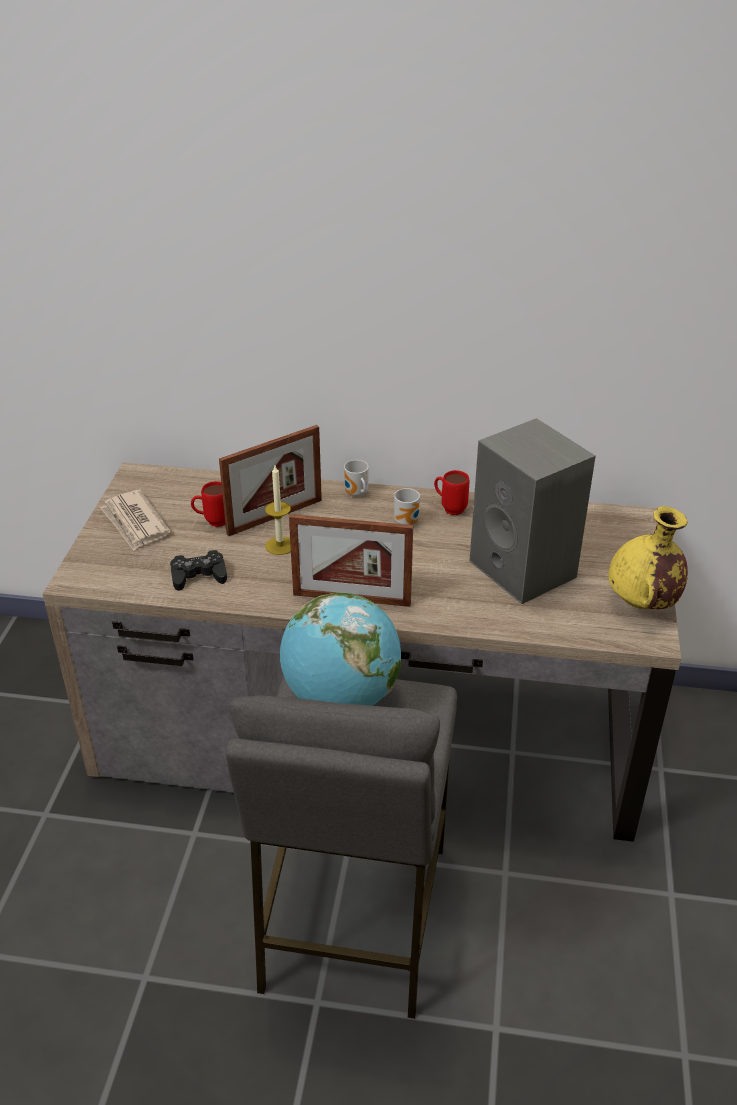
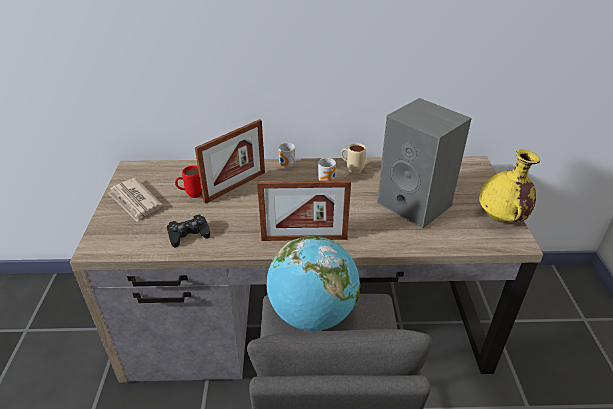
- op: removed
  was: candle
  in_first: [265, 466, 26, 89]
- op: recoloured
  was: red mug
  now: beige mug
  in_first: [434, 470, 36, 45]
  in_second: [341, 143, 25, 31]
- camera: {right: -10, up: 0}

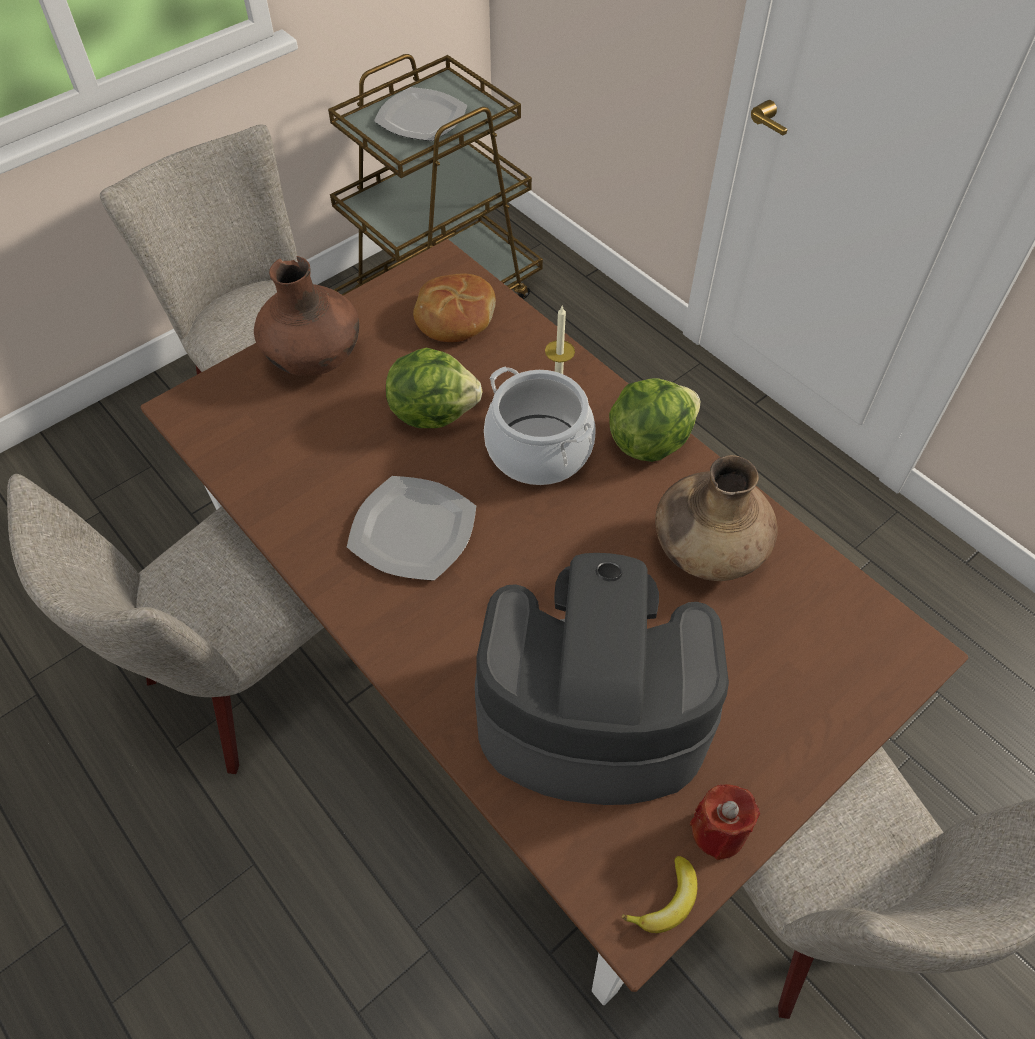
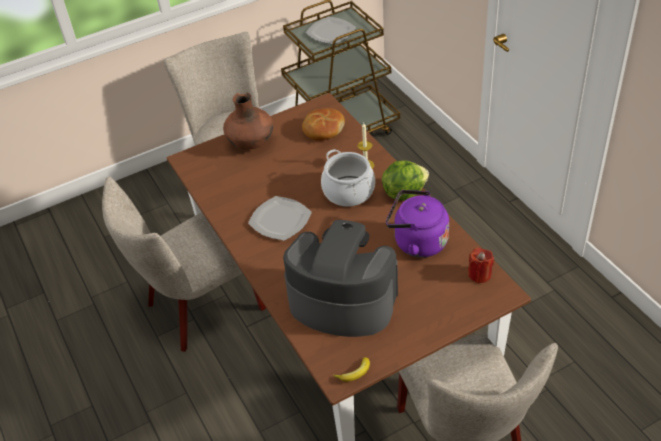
- op: removed
  was: lettuce
  in_first: [386, 347, 97, 81]
- op: replaced
  was: brown vase
  now: purple kettle
  in_first: [655, 455, 123, 126]
  in_second: [386, 190, 63, 68]
- op: moved
  was: red candle
  in_first: [690, 784, 70, 76]
  in_second: [468, 248, 26, 35]
- camera: {right: 15, up: -10}

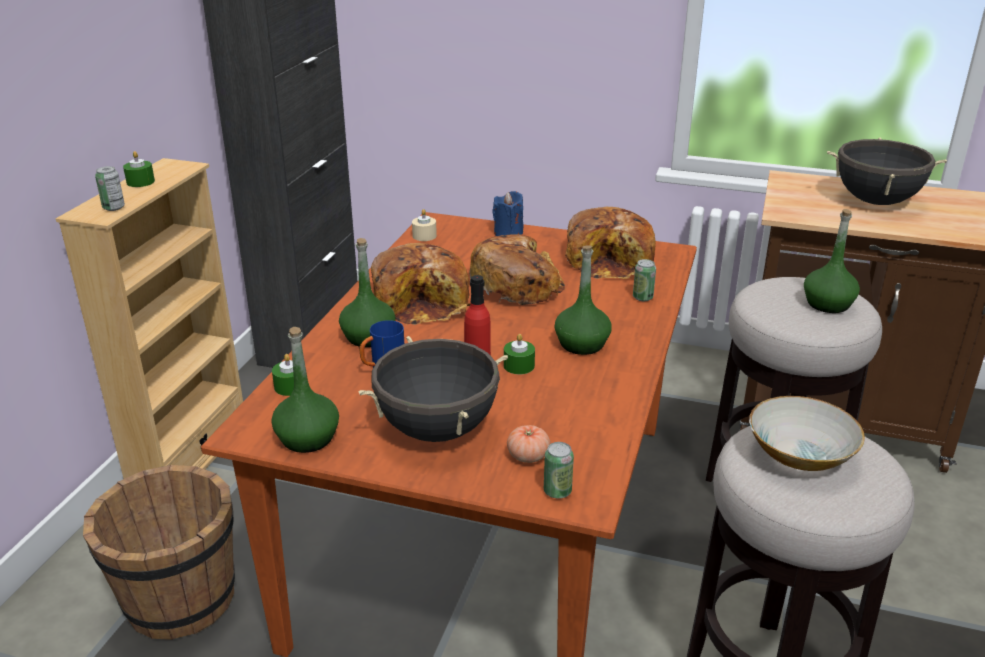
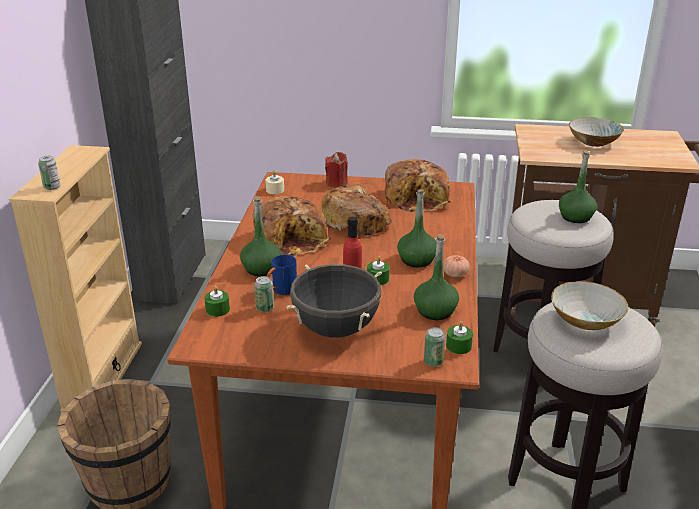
- op: replaced
  was: black cooking pot
  now: bowl
  in_first: [827, 138, 120, 67]
  in_second: [569, 117, 55, 30]
- op: moved
  was: green candle
  in_first: [123, 151, 32, 36]
  in_second: [446, 321, 27, 33]
- op: recoloured
  was: blue candle
  now: red candle
  in_first: [492, 191, 31, 45]
  in_second: [325, 152, 23, 35]
- op: moved
  was: can
  in_first: [633, 259, 23, 42]
  in_second: [255, 276, 19, 36]
- op: moved
  was: green bottle
  in_first: [271, 327, 68, 126]
  in_second: [414, 234, 45, 86]
- op: moved
  was: tomato
  in_first: [507, 425, 44, 38]
  in_second: [443, 255, 27, 22]
- camera: {right: -10, up: 0}

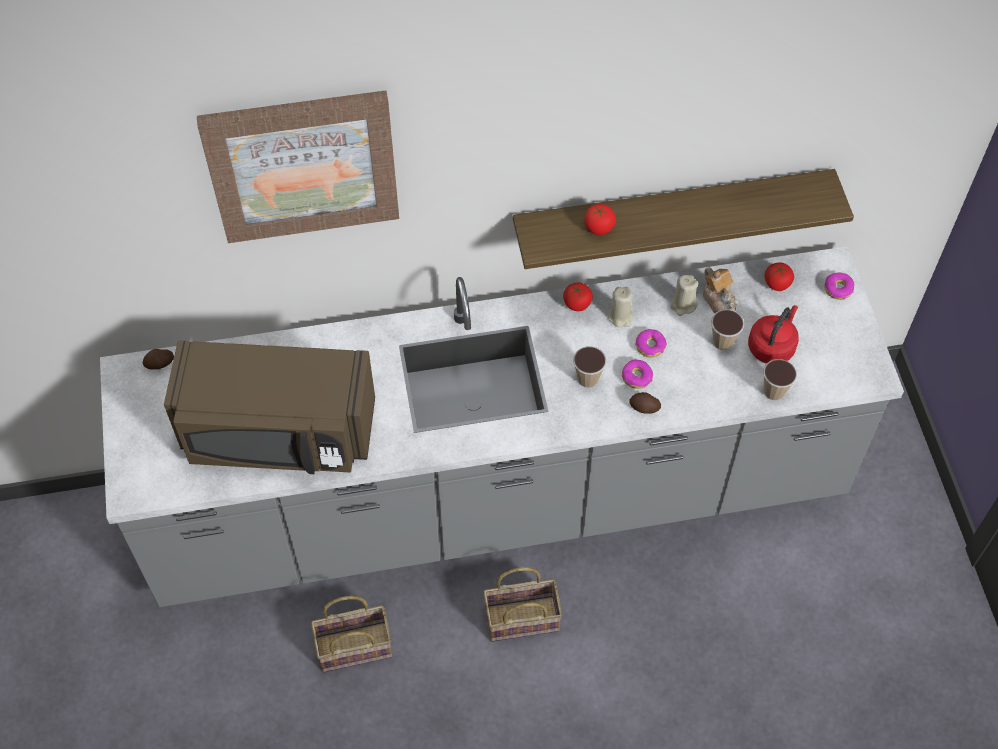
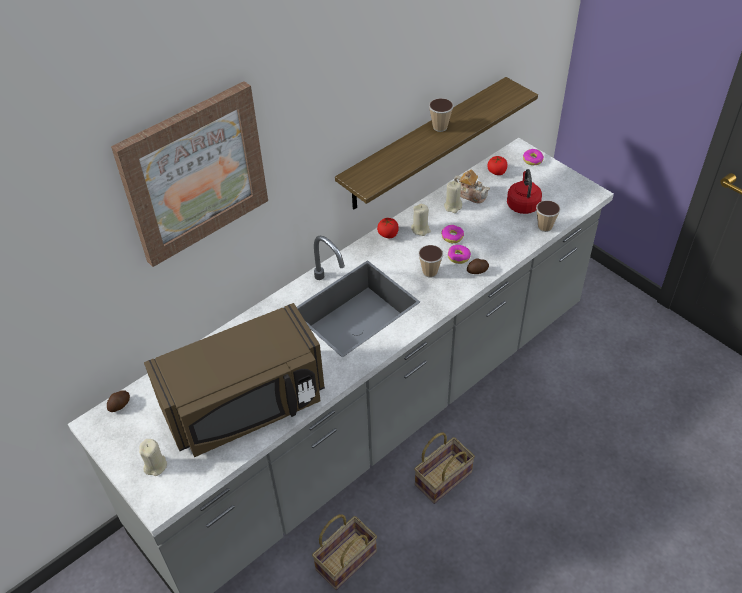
- op: removed
  was: tomato
  in_first: [584, 204, 32, 31]
- op: moved
  was: cup
  in_first: [711, 310, 33, 41]
  in_second: [429, 98, 25, 34]
- op: added
  now: beige candle
  in_second: [139, 439, 28, 37]
- camera: {right: -30, up: -10}

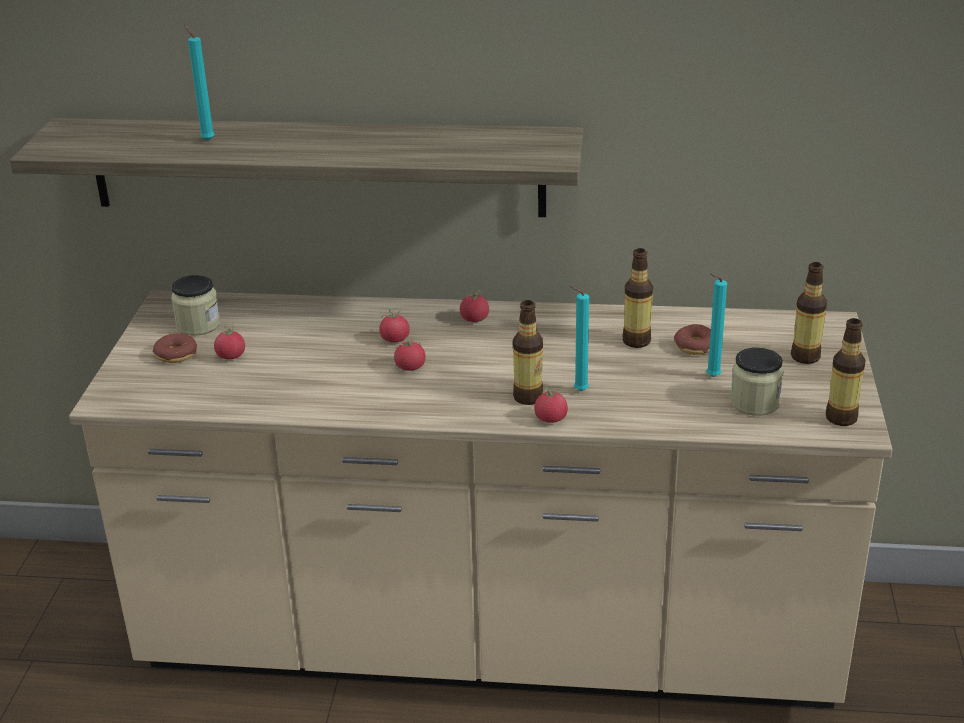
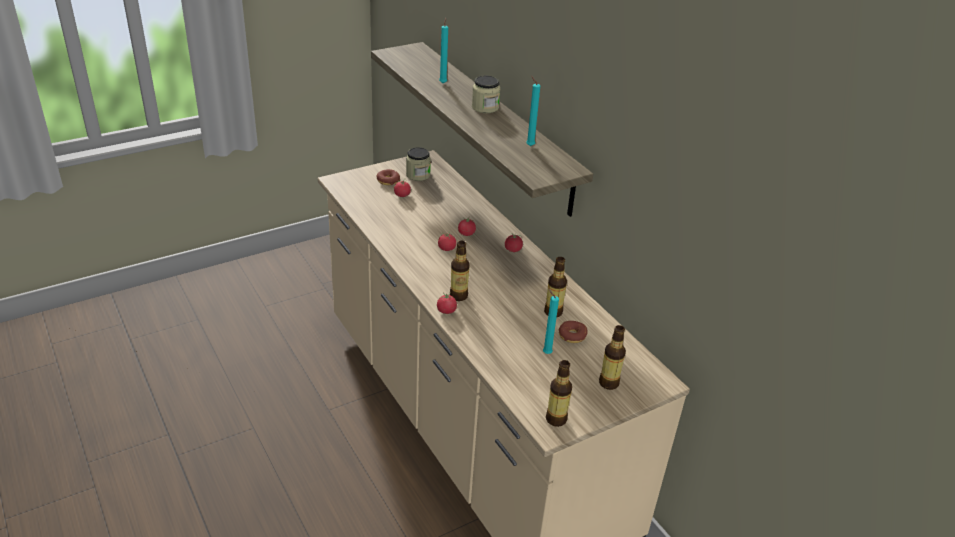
- op: moved
  was: turquoise candle
  in_first: [570, 286, 19, 105]
  in_second: [526, 76, 14, 70]
- op: moved
  was: jar
  in_first: [730, 348, 54, 68]
  in_second: [472, 76, 28, 37]
- camera: {right: 50, up: 5}

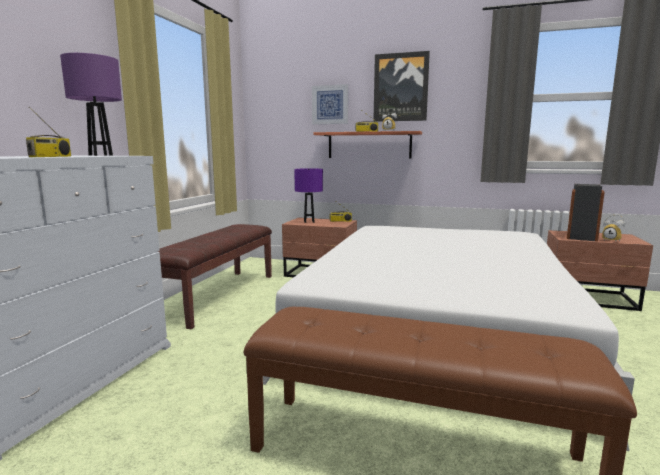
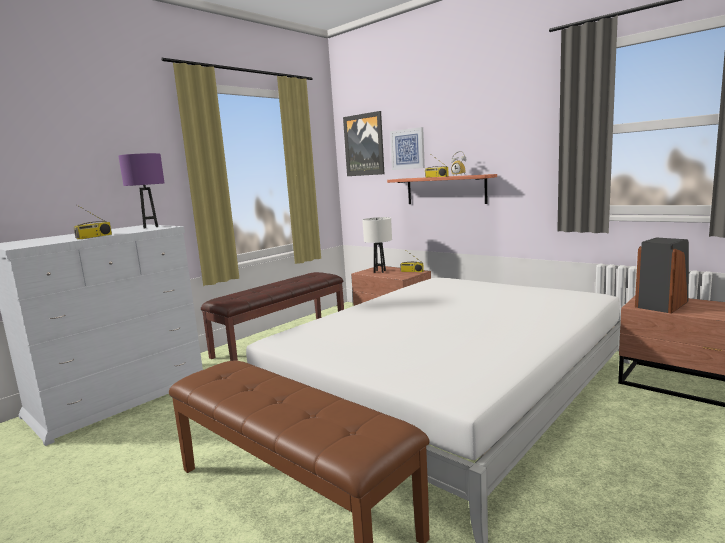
- op: moved
  was: picture
  in_first: [373, 51, 57, 71]
  in_second: [343, 111, 41, 65]
- op: recoloured
  was: purple table lamp
  now: white table lamp
  in_first: [294, 168, 29, 55]
  in_second: [362, 217, 30, 56]
- op: removed
  was: alarm clock
  in_first: [602, 214, 23, 28]
- camera: {right: 25, up: 0}

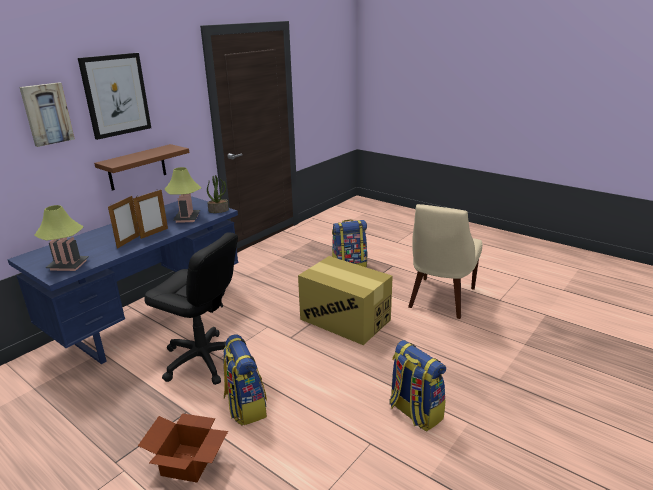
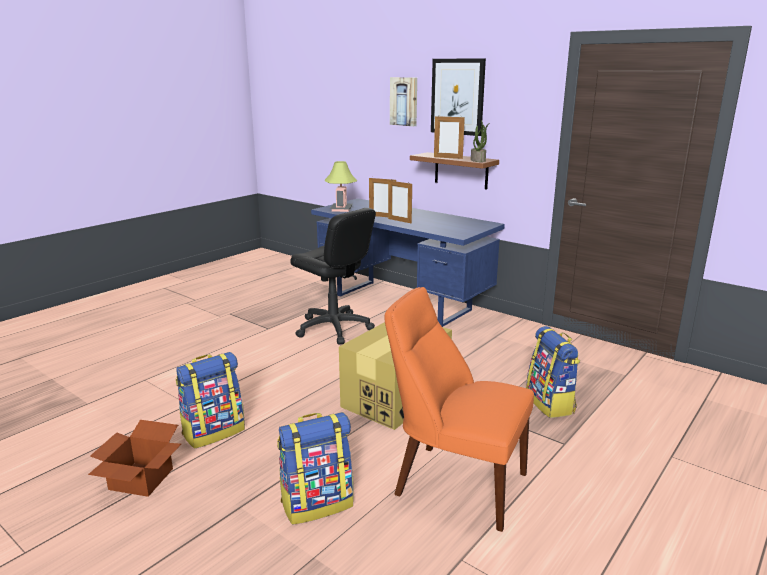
- op: removed
  was: table lamp
  in_first: [165, 167, 36, 56]
- op: moved
  was: potted plant
  in_first: [207, 175, 22, 38]
  in_second: [471, 120, 19, 42]
- op: recoloured
  was: beige chair
  now: orange chair
  in_first: [408, 204, 74, 115]
  in_second: [384, 287, 150, 245]
- op: turned
  was: black office chair
  in_first: [144, 232, 94, 153]
  in_second: [290, 208, 86, 137]
  clockwise: -75
- op: moved
  was: backpack
  in_first: [223, 334, 44, 91]
  in_second: [278, 412, 75, 113]
- op: moved
  was: cardboard box
  in_first: [138, 413, 90, 69]
  in_second: [88, 420, 93, 77]
- op: added
  now: picture frame
  in_second: [434, 116, 31, 43]
- camera: {right: 90, up: -5}

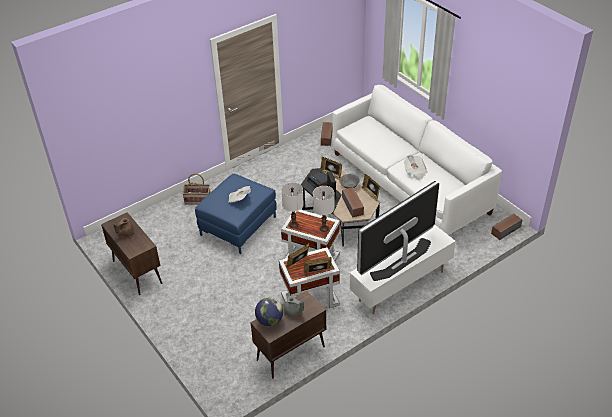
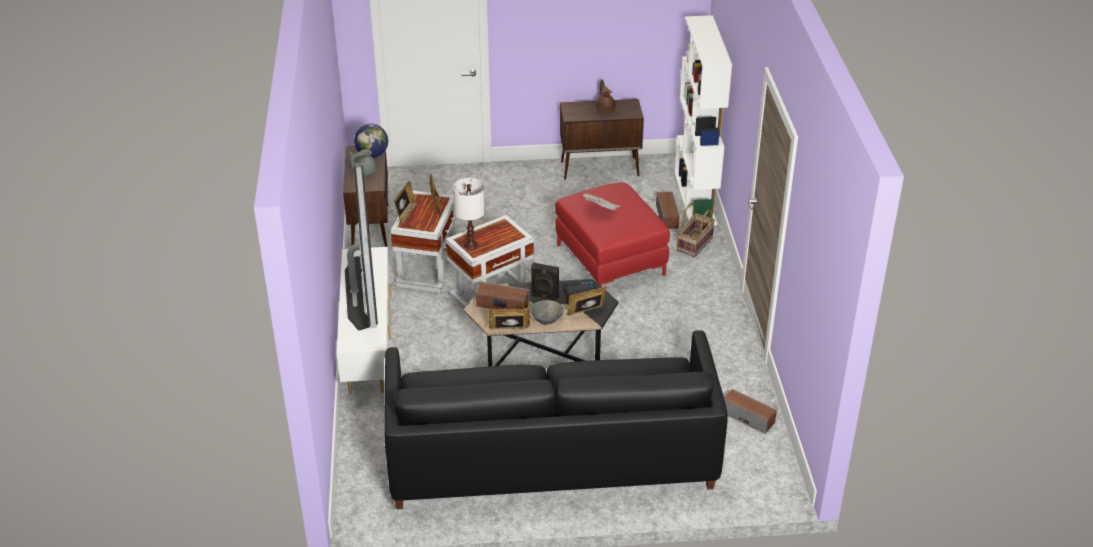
- op: recoloured
  was: white sofa
  now: black sofa
  in_first: [332, 85, 170, 150]
  in_second: [384, 330, 344, 179]
- op: removed
  was: newspaper
  in_first: [404, 155, 24, 25]
- op: recoloured
  was: blue ottoman
  now: red ottoman
  in_first: [195, 174, 82, 80]
  in_second: [555, 182, 115, 105]
- op: removed
  was: white table lamp
  in_first: [281, 182, 23, 46]
- op: moved
  was: speaker
  in_first: [491, 214, 32, 26]
  in_second: [656, 192, 23, 37]
- op: added
  now: white bookcase
  in_second: [674, 15, 58, 211]
- camera: {right: 120, up: -5}

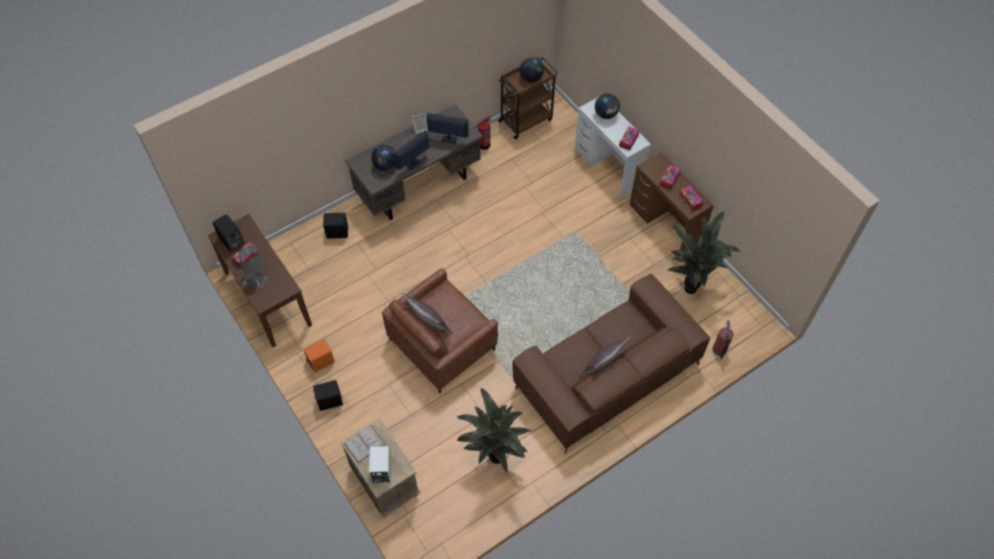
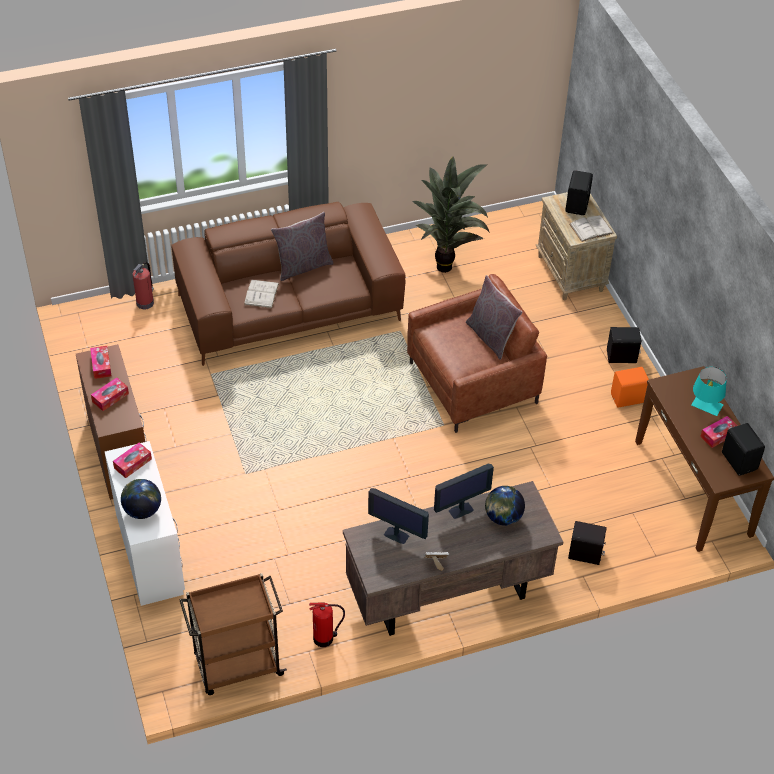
- op: removed
  was: globe
  in_first: [520, 57, 24, 25]
- op: removed
  was: potted plant
  in_first: [668, 211, 73, 83]
- op: recoloured
  was: grey table lamp
  now: turquoise table lamp
  in_first: [239, 246, 28, 42]
  in_second: [691, 367, 36, 49]
- op: recoloured
  was: white speaker
  now: black speaker
  in_first: [369, 446, 22, 37]
  in_second: [565, 170, 28, 45]
- op: added
  now: white book
  in_second: [244, 280, 35, 28]
- camera: {right: -165, up: -10}

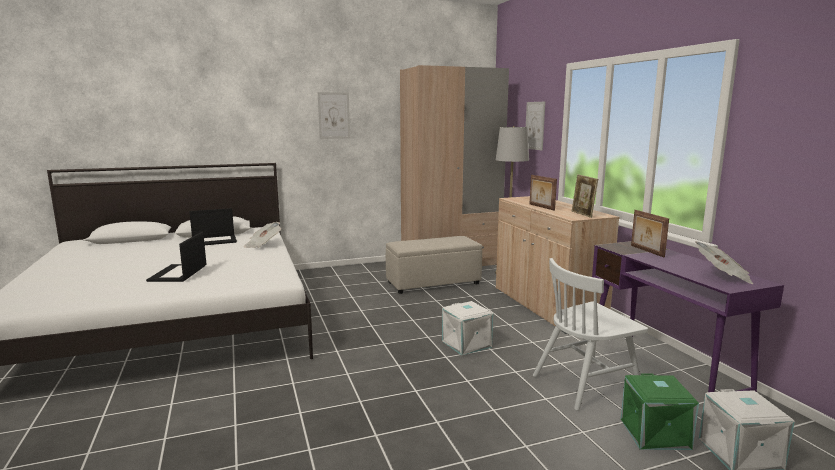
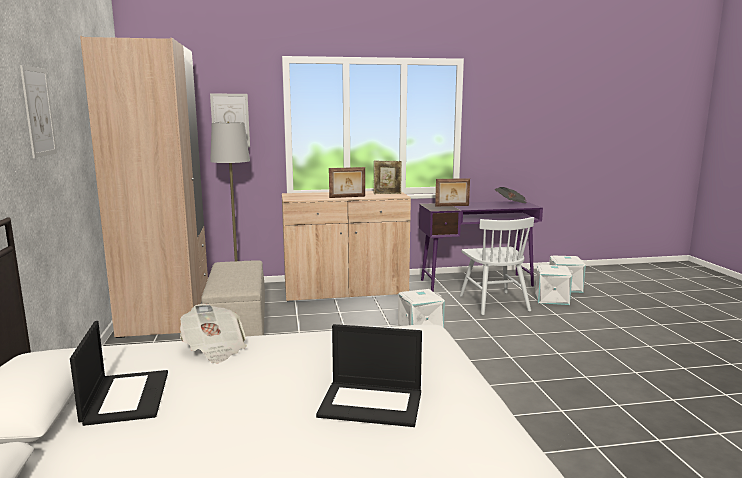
- op: recoloured
  was: green storage box
  now: white storage box
  in_first: [621, 373, 78, 77]
  in_second: [535, 265, 38, 40]
- camera: {right: -80, up: 0}

